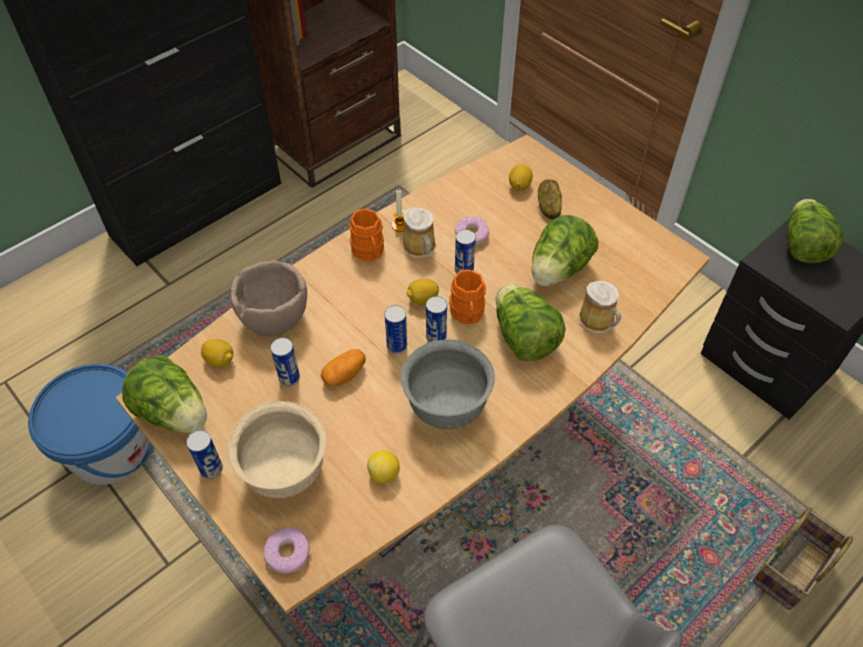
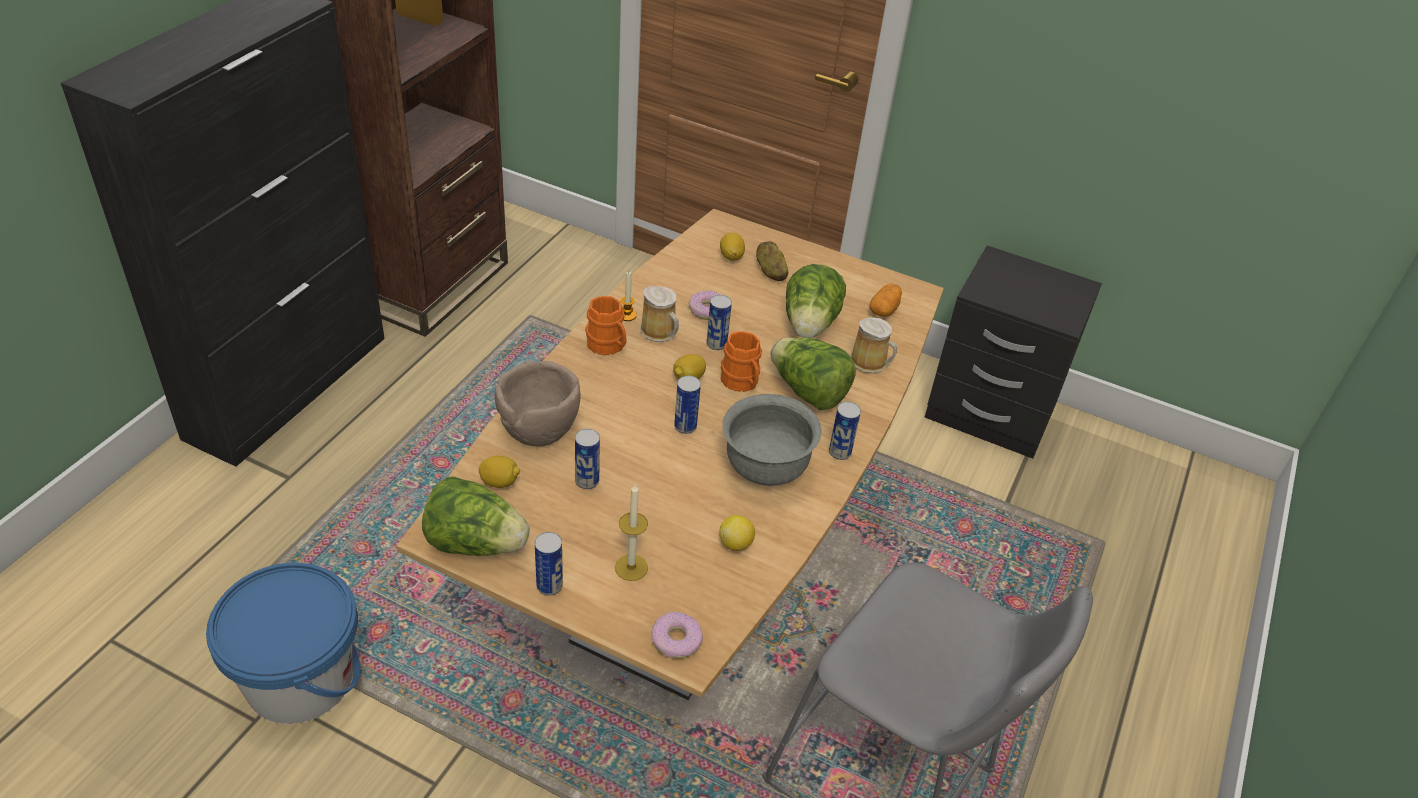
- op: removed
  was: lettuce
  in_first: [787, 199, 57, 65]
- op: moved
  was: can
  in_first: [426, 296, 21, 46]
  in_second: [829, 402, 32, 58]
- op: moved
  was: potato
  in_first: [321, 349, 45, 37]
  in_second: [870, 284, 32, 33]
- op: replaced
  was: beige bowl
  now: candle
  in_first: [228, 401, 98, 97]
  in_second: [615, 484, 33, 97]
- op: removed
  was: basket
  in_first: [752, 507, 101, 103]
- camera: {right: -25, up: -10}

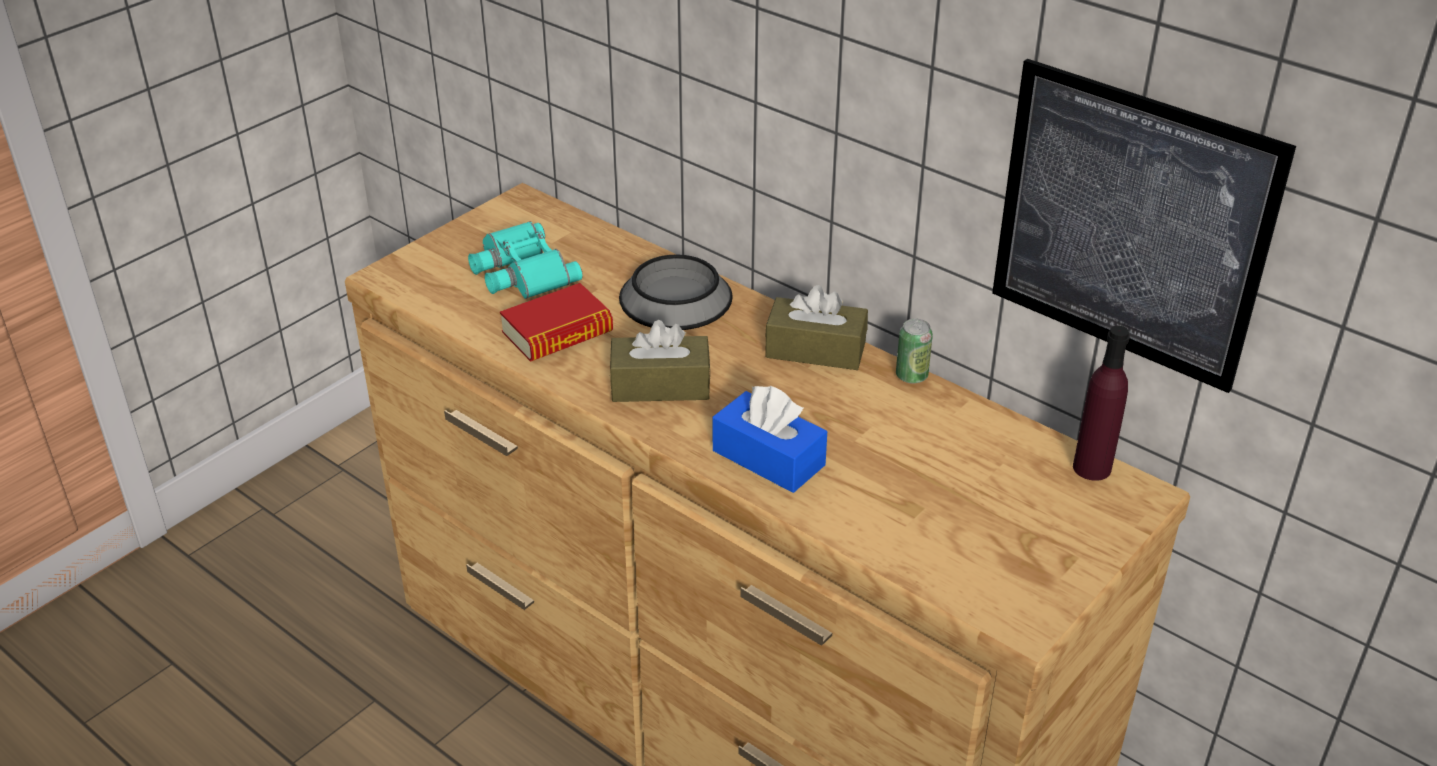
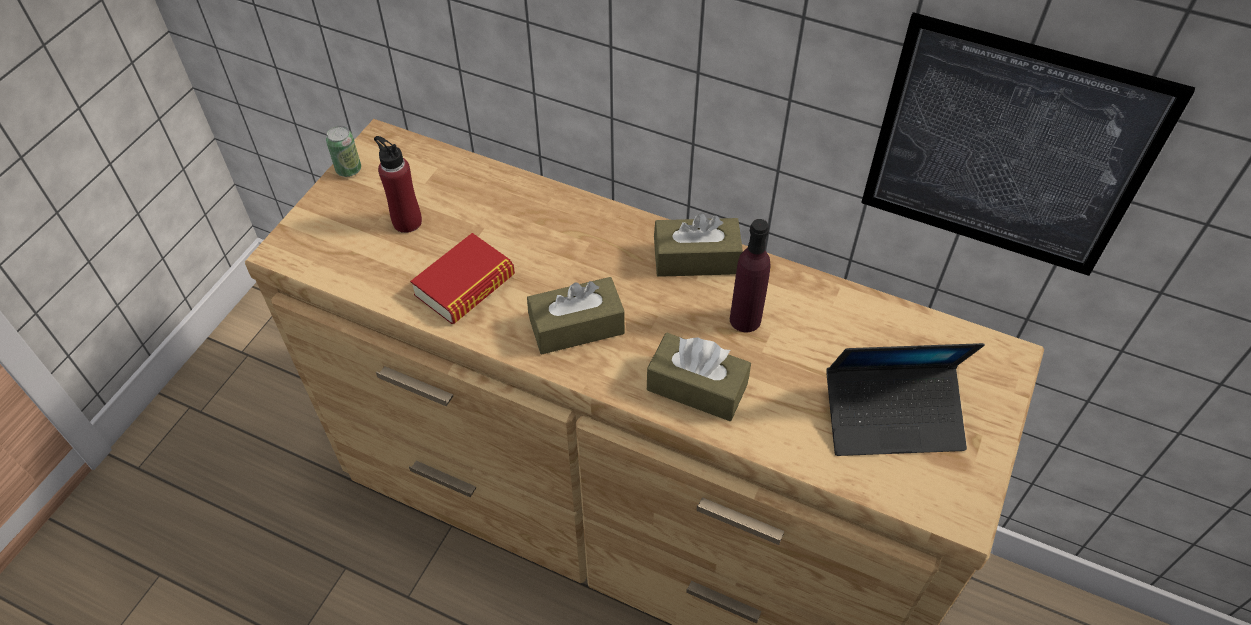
- op: replaced
  was: turquoise binoculars
  now: red bottle
  in_first: [468, 221, 115, 78]
  in_second: [374, 136, 48, 97]
- op: removed
  was: bowl
  in_first: [619, 254, 114, 76]
- op: moved
  was: can
  in_first: [896, 319, 37, 65]
  in_second: [326, 126, 35, 51]
- op: moved
  was: purple bottle
  in_first: [1073, 325, 57, 156]
  in_second: [730, 219, 41, 113]
- op: recoloured
  was: blue tissue box
  now: brown tissue box
  in_first: [713, 386, 114, 107]
  in_second: [647, 333, 104, 88]
- op: added
  now: laptop
  in_second: [826, 343, 159, 113]
- camera: {right: -15, up: 15}

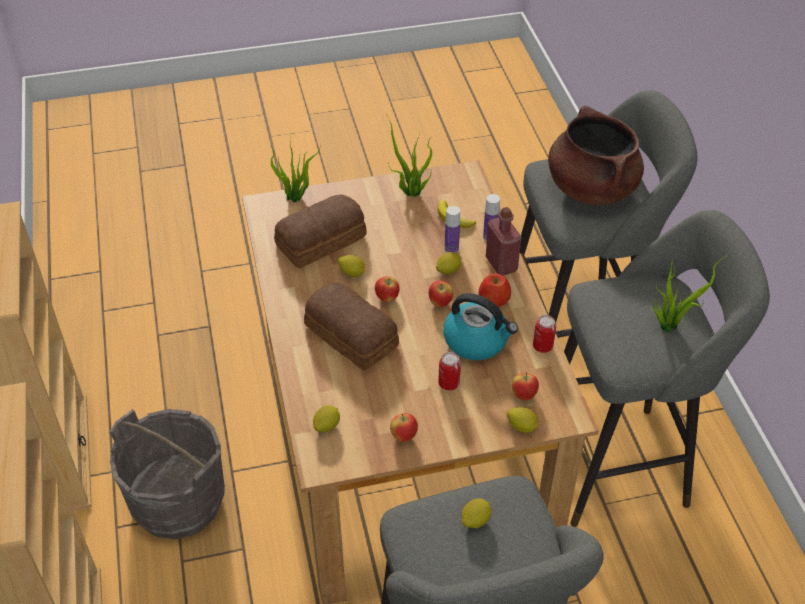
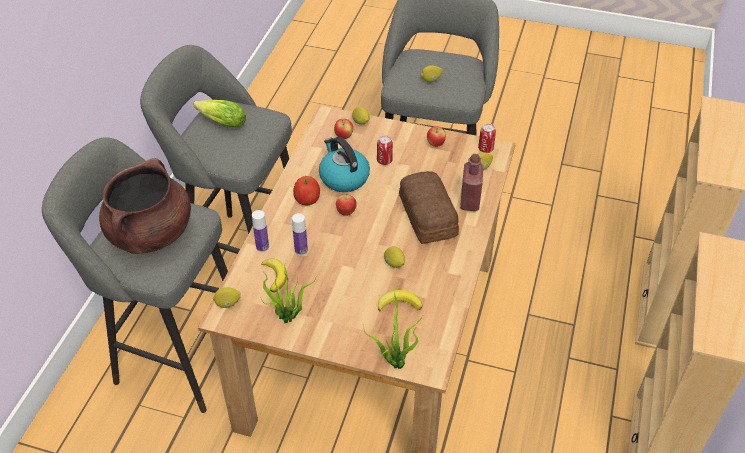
- op: replaced
  was: bread
  now: banana
  in_first: [274, 194, 92, 75]
  in_second: [378, 290, 44, 21]
- op: moved
  was: red bottle
  in_first: [486, 207, 36, 69]
  in_second: [460, 154, 23, 57]
- op: moved
  was: lemon
  in_first: [436, 252, 25, 22]
  in_second: [213, 287, 28, 21]
- op: replaced
  was: potted plant
  now: lettuce
  in_first: [654, 254, 74, 79]
  in_second: [193, 100, 53, 27]
- op: removed
  was: apple
  in_first: [375, 276, 24, 26]
- op: moved
  was: can
  in_first: [533, 315, 23, 38]
  in_second: [478, 123, 18, 30]
- op: removed
  was: grey bucket
  in_first: [109, 409, 116, 130]
- camera: {right: -150, up: 0}

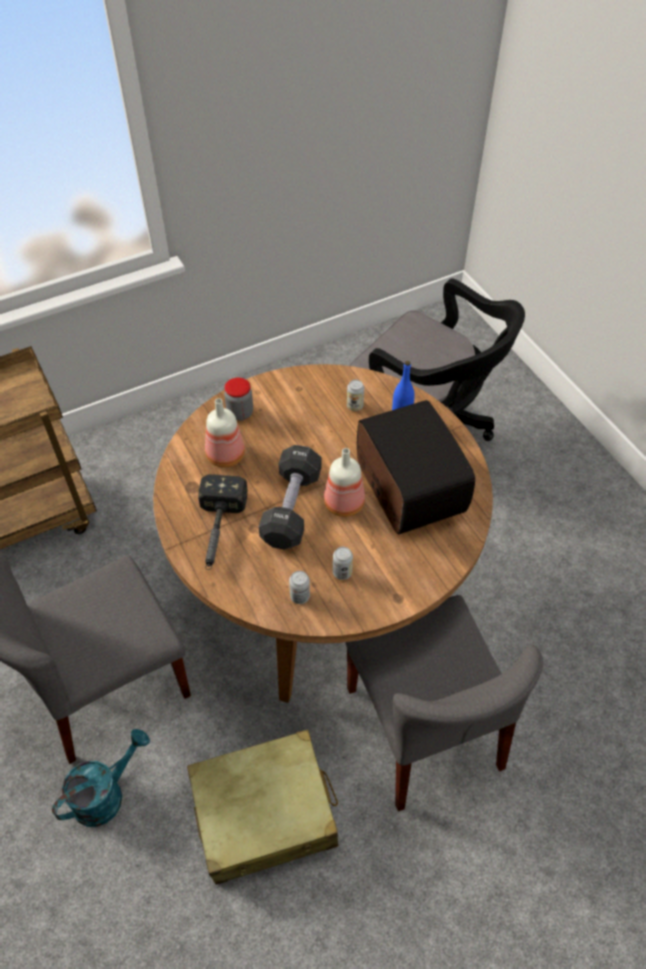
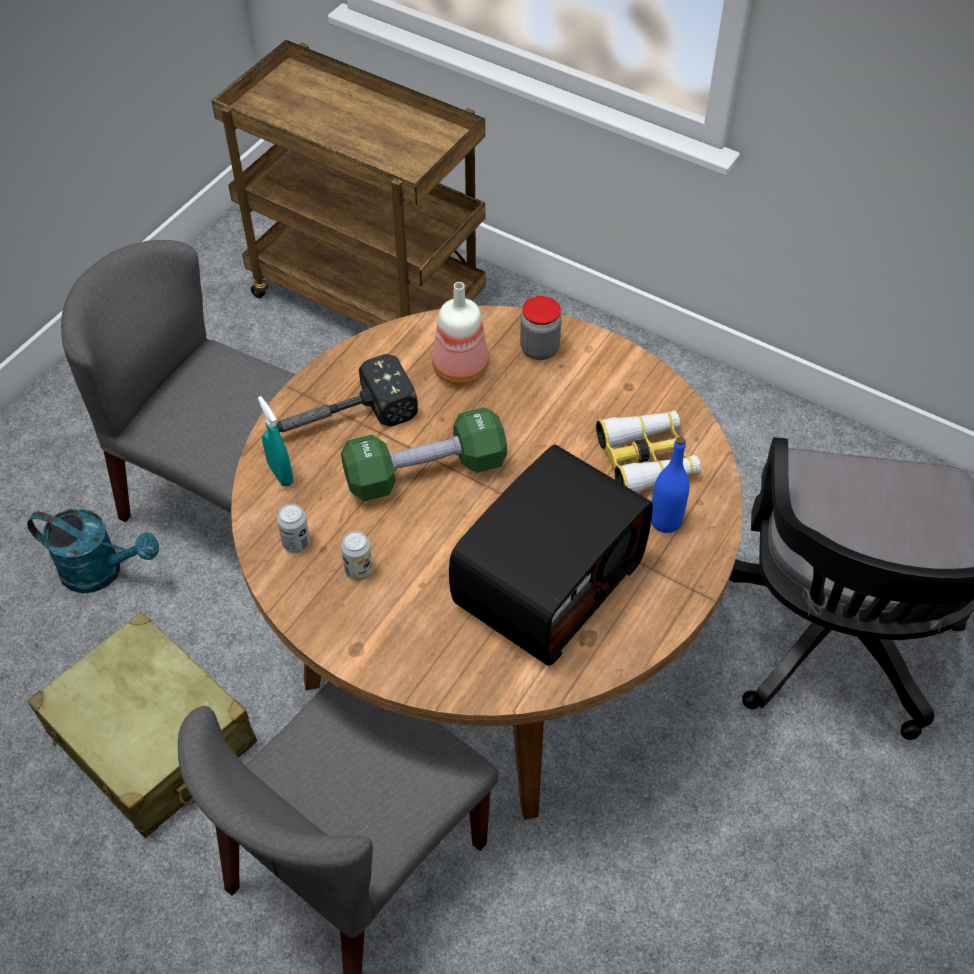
- op: replaced
  was: can
  now: binoculars
  in_first: [347, 380, 17, 31]
  in_second: [596, 410, 105, 83]
- op: recoloured
  was: black dumbbell
  now: green dumbbell
  in_first: [259, 445, 63, 104]
  in_second: [341, 408, 166, 93]
- op: removed
  was: bottle
  in_first: [324, 448, 41, 69]
- op: added
  now: turquoise spray bottle
  in_second: [258, 396, 35, 91]
- camera: {right: 60, up: 0}

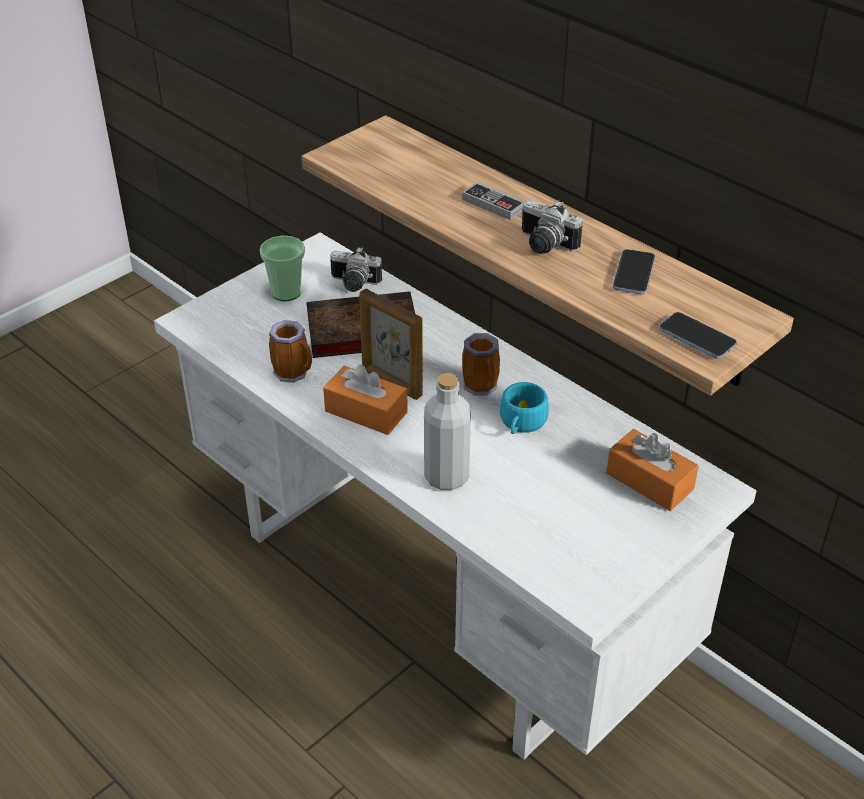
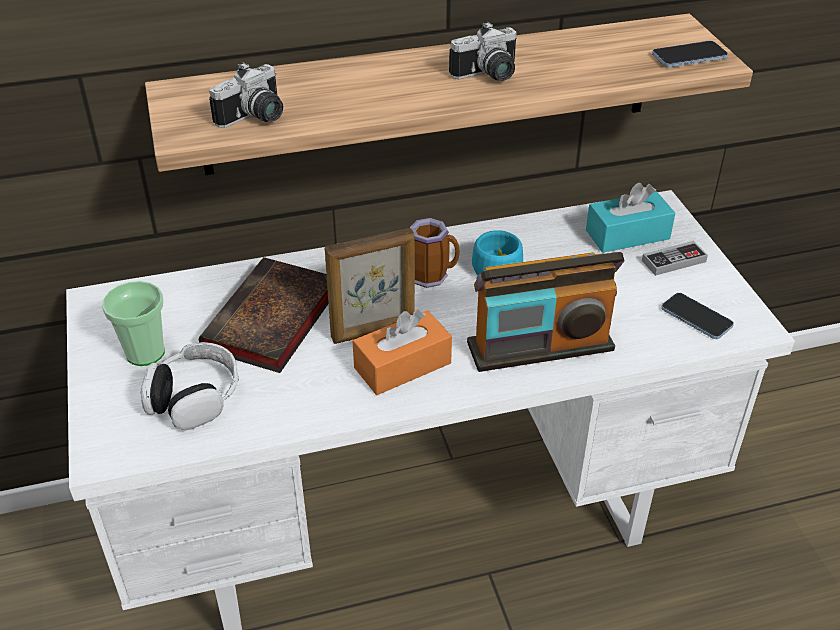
- op: moved
  was: game controller
  in_first: [462, 182, 64, 38]
  in_second: [642, 241, 66, 35]
- op: moved
  was: photo camera
  in_first: [330, 247, 52, 45]
  in_second: [209, 62, 74, 66]
- op: moved
  was: phone
  in_first: [613, 249, 42, 45]
  in_second: [661, 293, 73, 46]
- op: removed
  was: mug
  in_first: [269, 320, 43, 63]
- op: replaced
  was: grey bottle
  now: radio
  in_first: [424, 373, 47, 117]
  in_second: [467, 252, 157, 120]
- op: recoloured
  was: orange tissue box
  now: turquoise tissue box
  in_first: [606, 429, 93, 82]
  in_second: [586, 183, 89, 70]
- op: added
  now: headphones
  in_second: [141, 342, 98, 88]
- camera: {right: -60, up: 0}

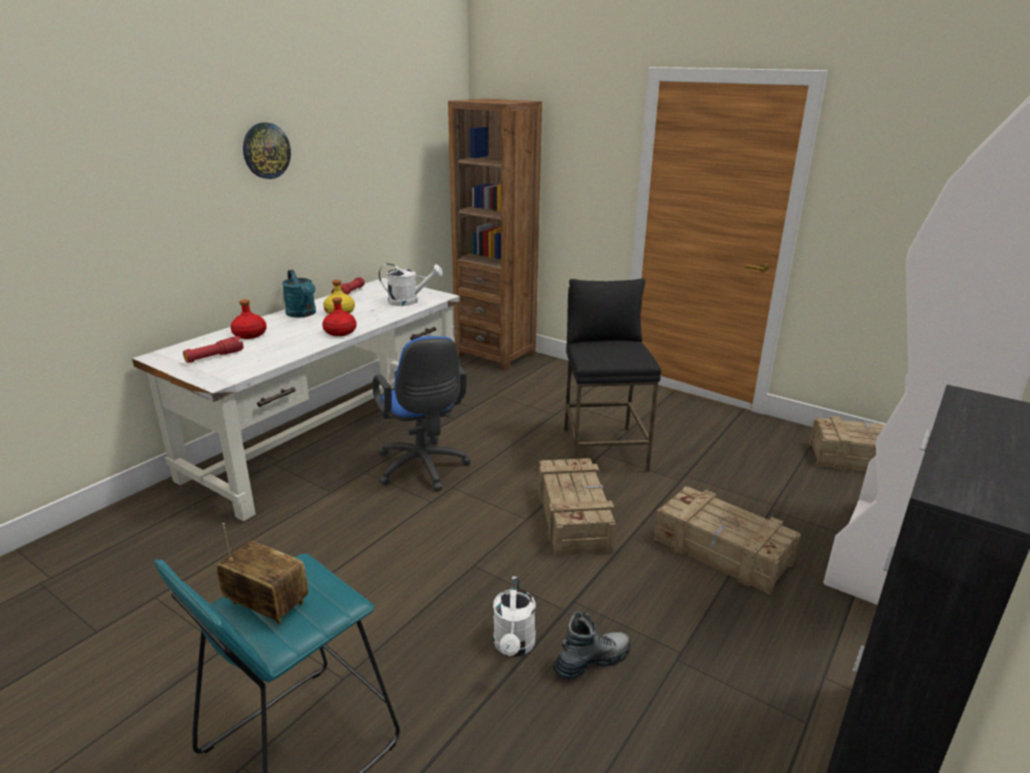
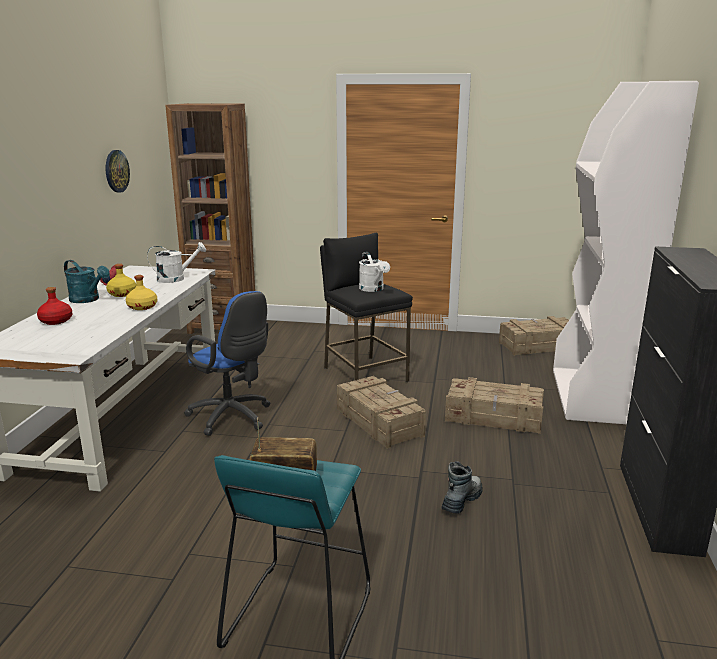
- op: moved
  was: wall clock
  in_first: [243, 122, 48, 57]
  in_second: [106, 150, 24, 43]
- op: recoloured
  was: red bottle
  now: yellow bottle
  in_first: [322, 297, 35, 39]
  in_second: [126, 275, 31, 35]
- op: removed
  was: red flashlight
  in_first: [183, 336, 61, 27]
- op: moved
  was: white watering can
  in_first: [493, 576, 43, 81]
  in_second: [359, 252, 31, 40]
- camera: {right: -25, up: -5}

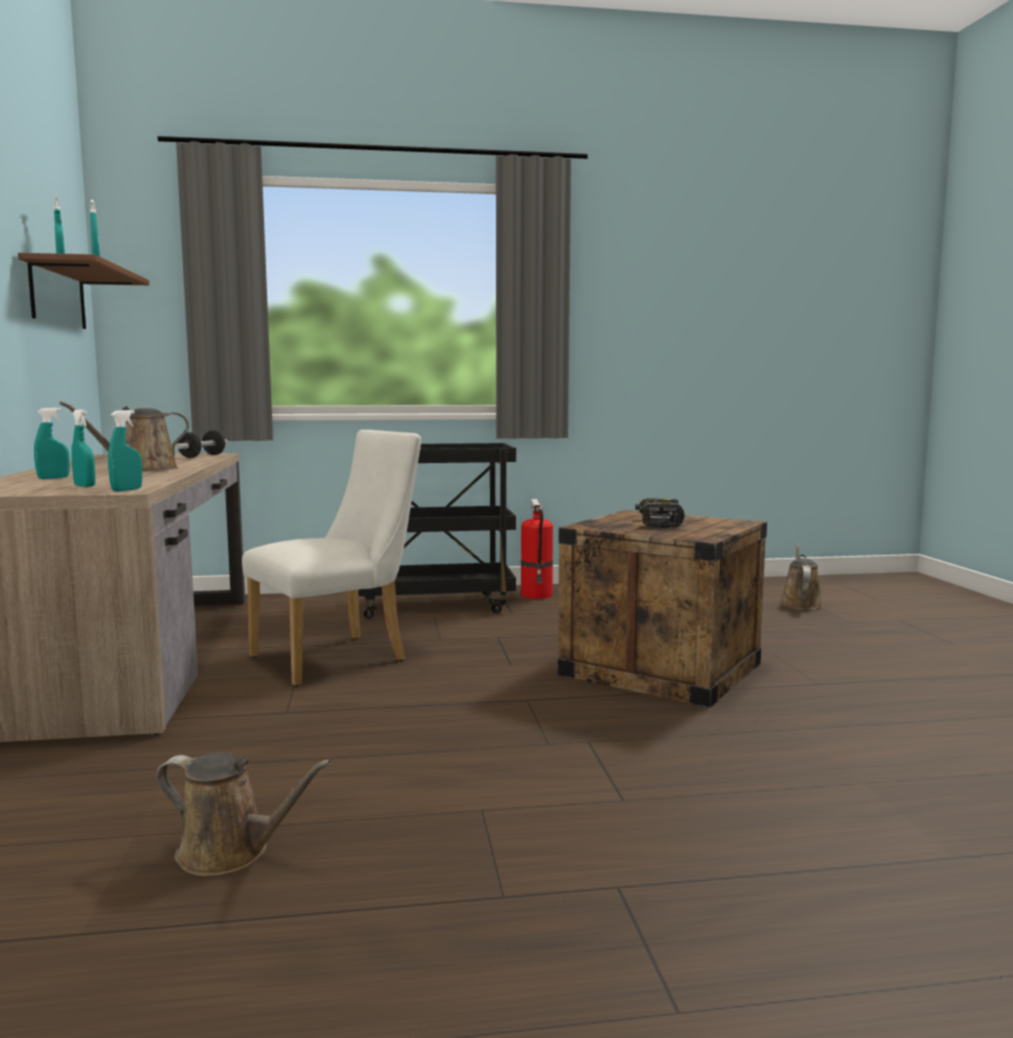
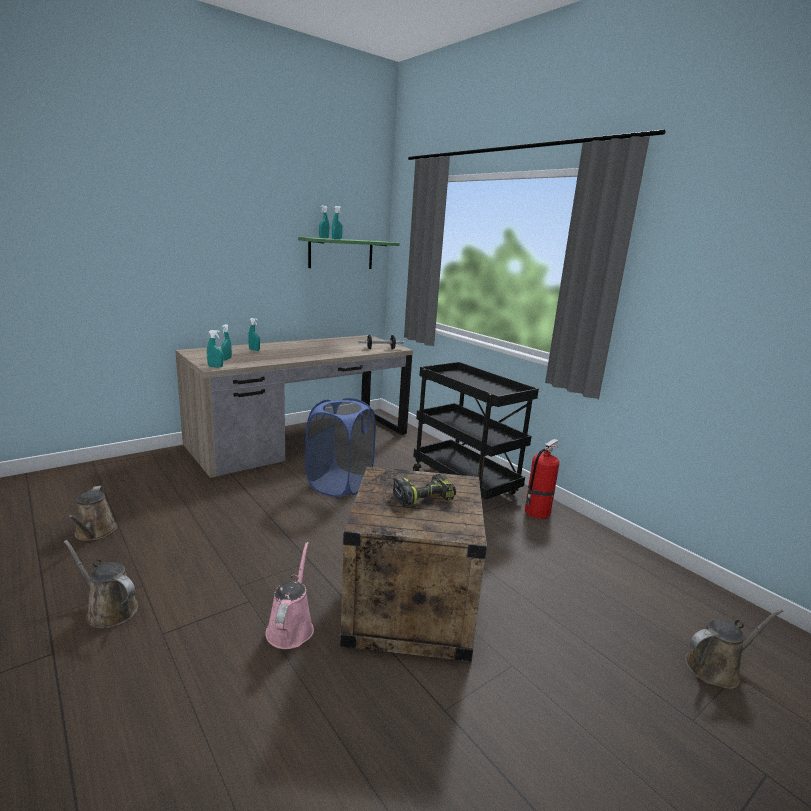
- op: recoloured
  was: brown shelf
  now: green shelf
  in_first: [18, 253, 131, 76]
  in_second: [298, 237, 101, 32]
- op: moved
  was: brown watering can
  in_first: [59, 401, 130, 70]
  in_second: [64, 540, 74, 88]
- op: replaced
  was: white chair
  now: blue laundry basket
  in_first: [242, 430, 179, 256]
  in_second: [306, 398, 70, 99]
- op: added
  now: pink watering can
  in_second: [265, 542, 49, 107]
- camera: {right: 60, up: 10}

